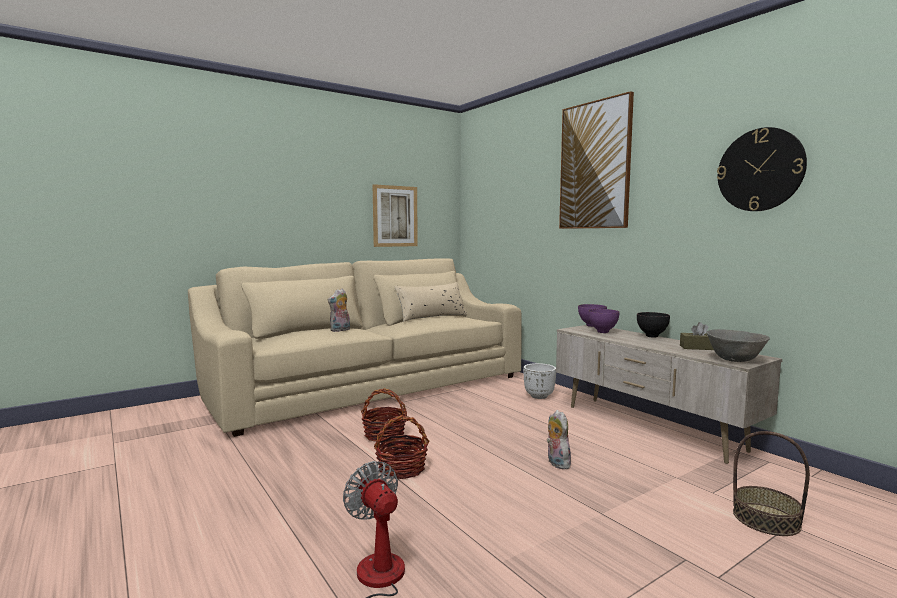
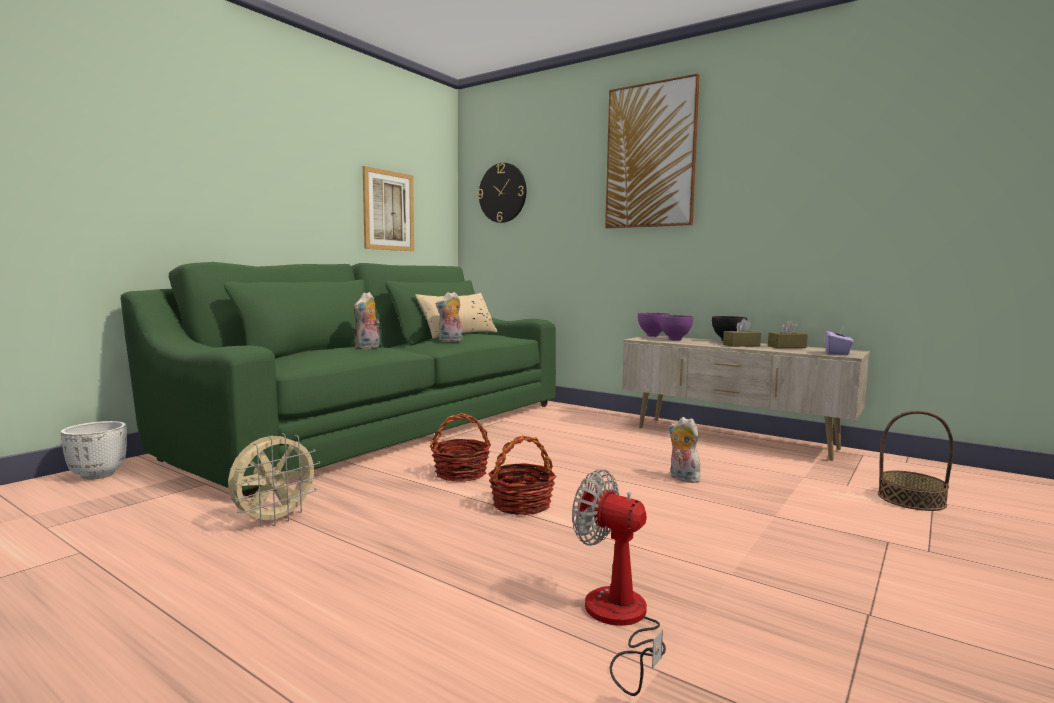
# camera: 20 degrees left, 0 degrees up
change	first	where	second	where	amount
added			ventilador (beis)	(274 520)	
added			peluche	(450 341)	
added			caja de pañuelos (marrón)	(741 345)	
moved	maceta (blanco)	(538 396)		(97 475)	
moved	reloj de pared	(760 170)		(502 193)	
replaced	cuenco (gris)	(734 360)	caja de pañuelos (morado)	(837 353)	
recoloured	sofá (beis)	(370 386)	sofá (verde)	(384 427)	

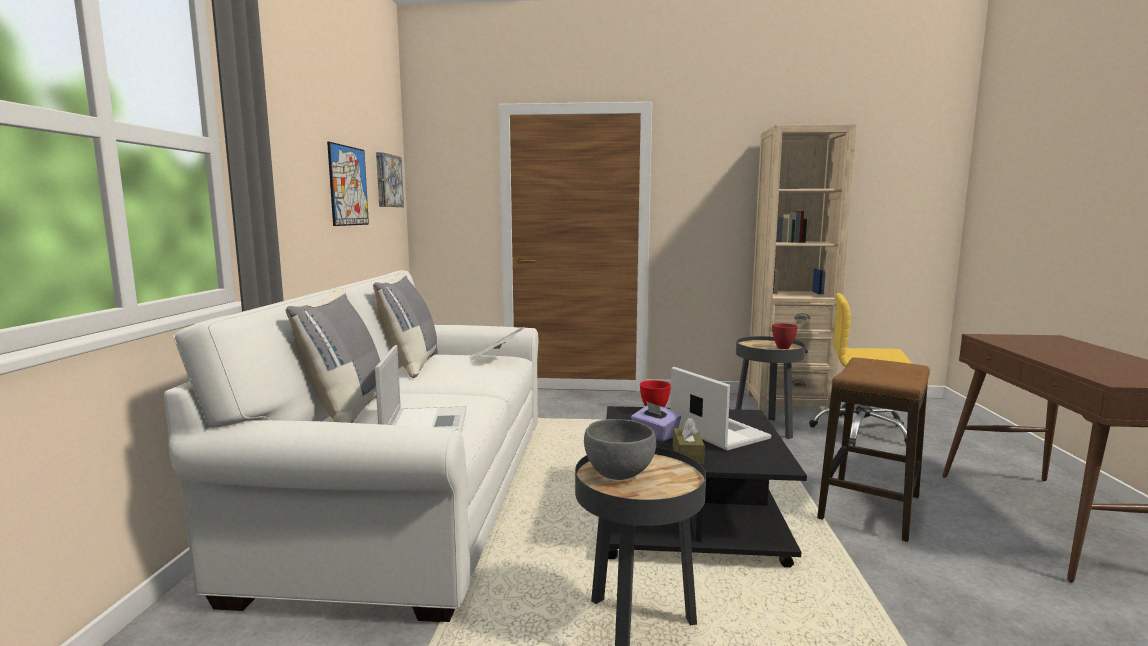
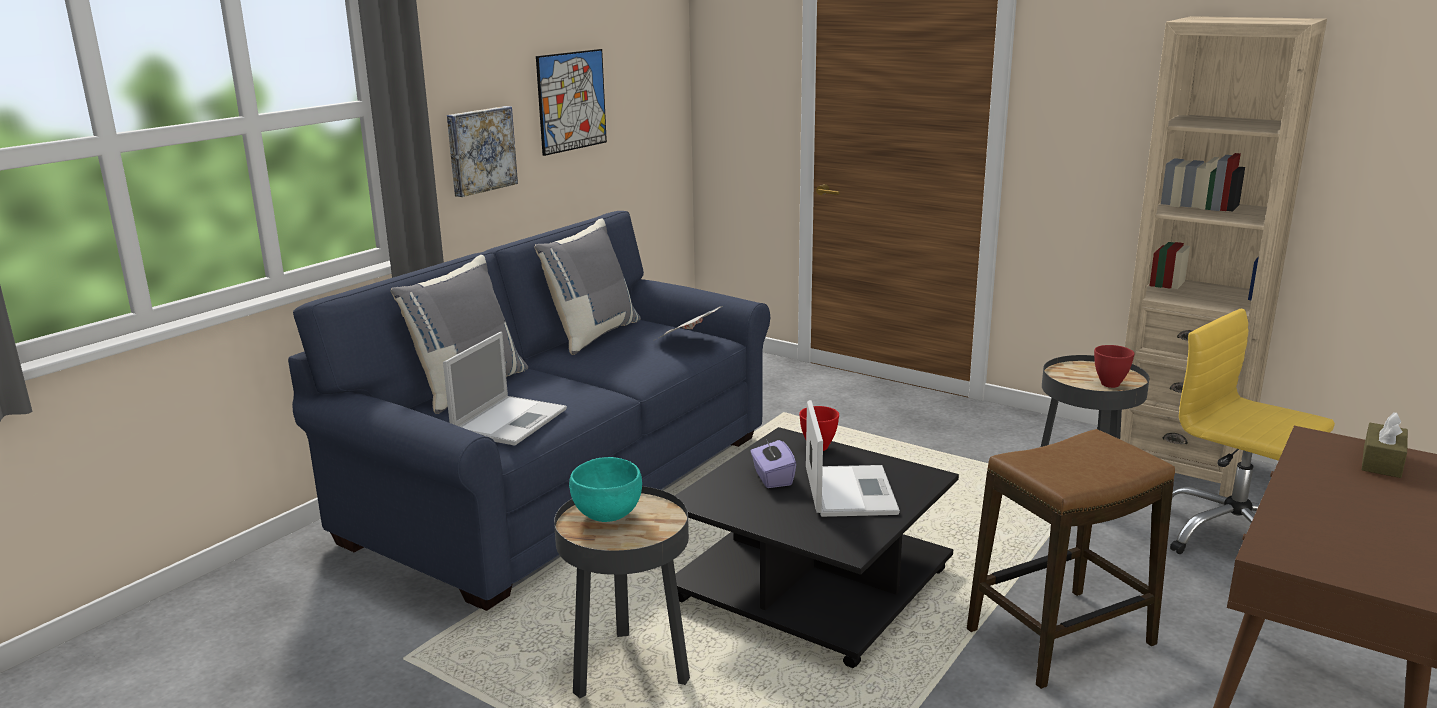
# camera: 30 degrees right, 10 degrees up
change	first	where	second	where	amount
moved	cuadro	(387 181)		(480 150)	
moved	caja de pañuelos (marrón)	(687 455)		(1382 462)	
recoloured	sofá (blanco)	(416 499)	sofá (azul)	(565 486)	
recoloured	cuenco (gris)	(618 474)	cuenco (turquesa)	(607 515)	

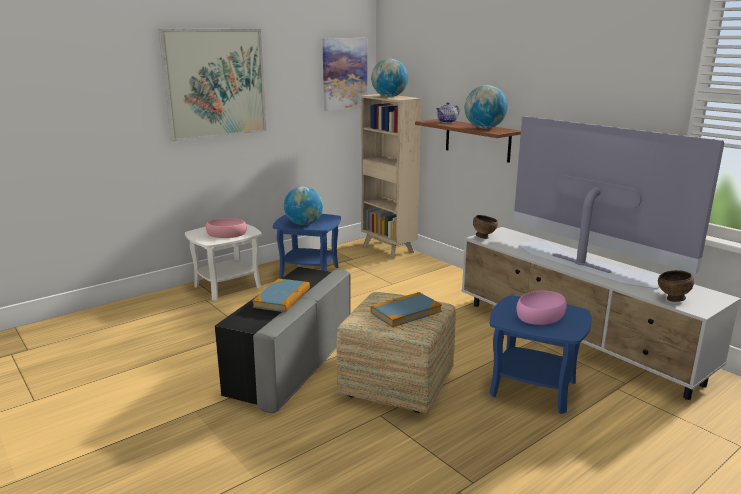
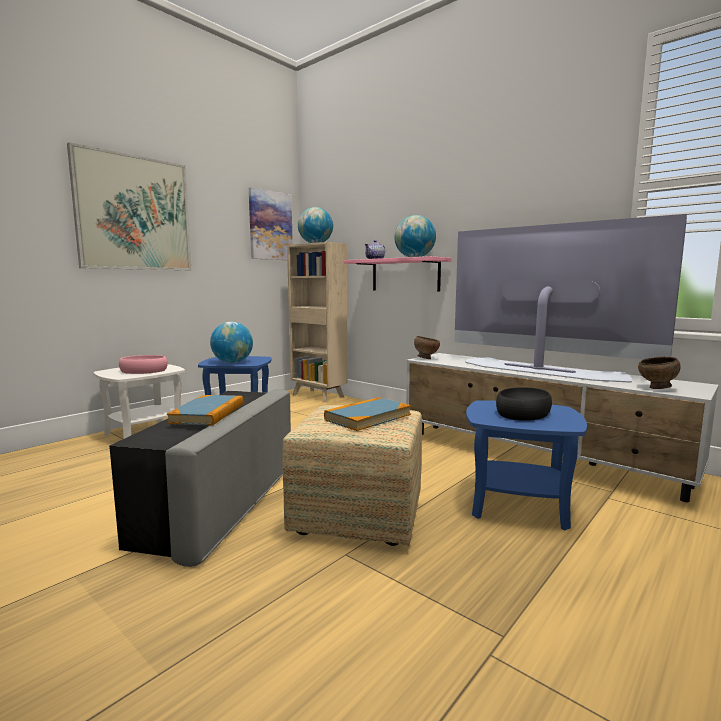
# camera: 10 degrees left, 10 degrees down
change	first	where	second	where	amount
recoloured	estante (marrón)	(477 140)	estante (rosa)	(405 275)	
recoloured	cuenco (rosa)	(540 315)	cuenco (negro)	(523 413)	

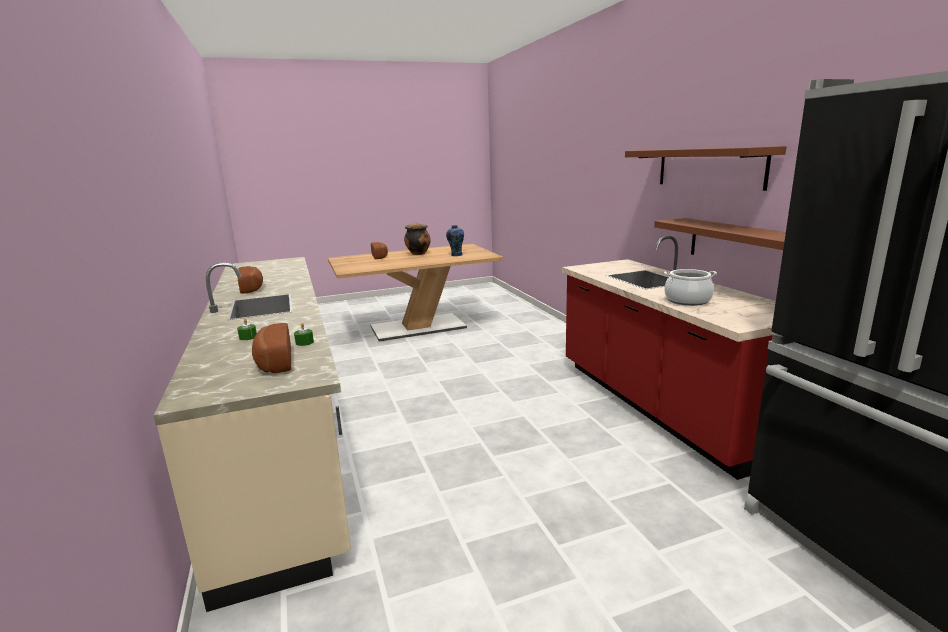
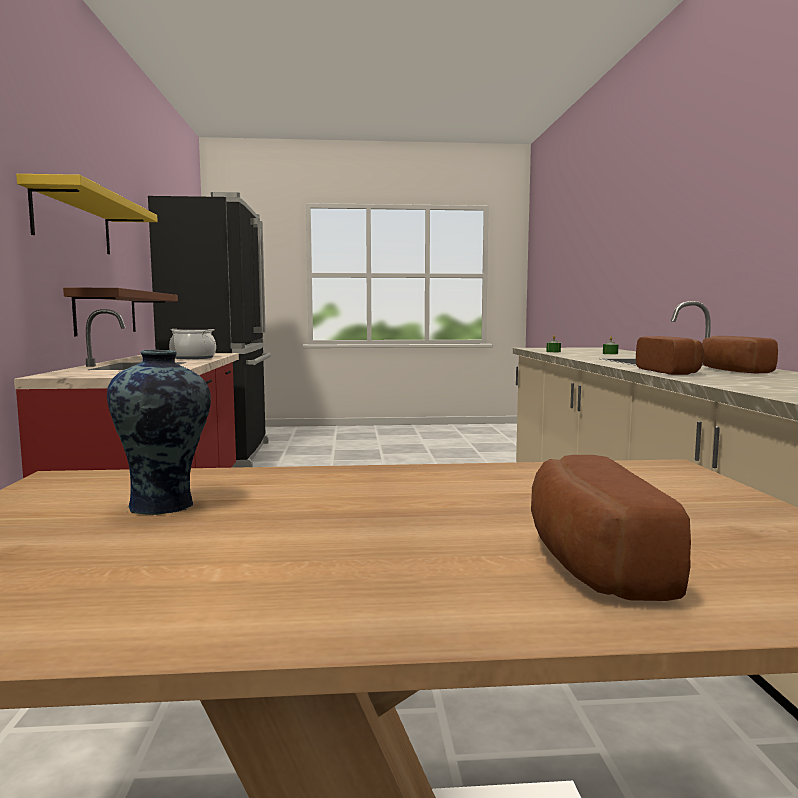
# camera: 165 degrees left, 10 degrees down
change	first	where	second	where	amount
removed	olla	(418 253)			
moved	pan	(273 362)		(671 372)	
recoloured	estante (marrón)	(709 167)	estante (amarillo)	(73 221)	

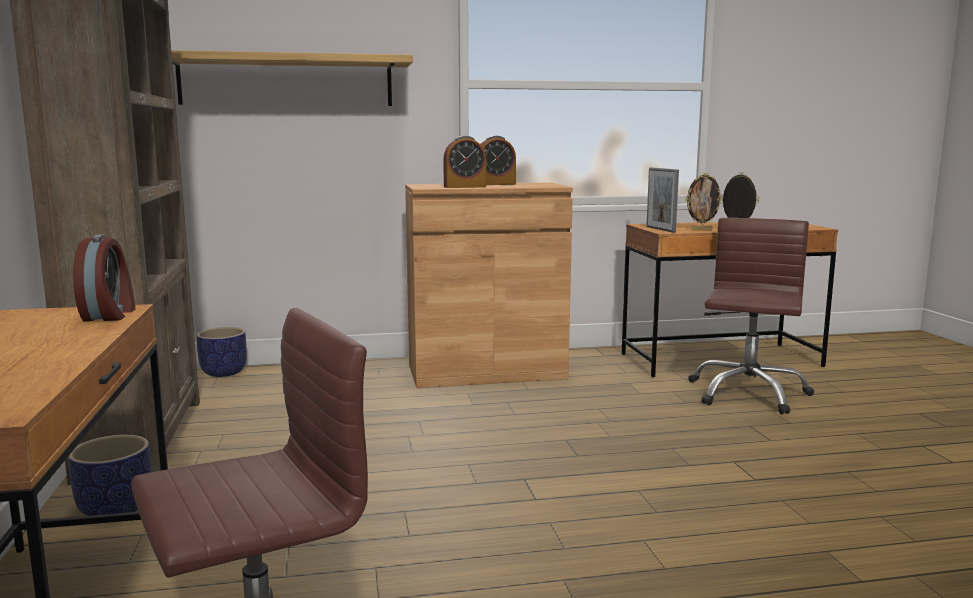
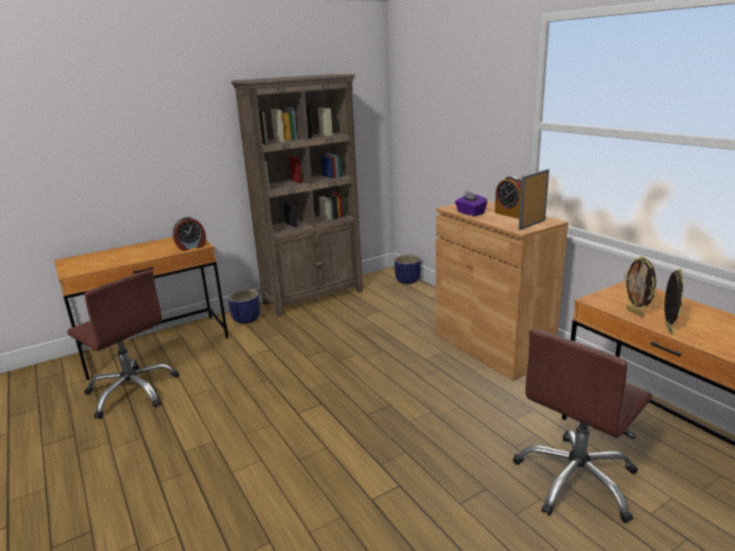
# camera: 70 degrees right, 10 degrees up
change	first	where	second	where	amount
removed	estante	(286 81)			
moved	portarretratos	(660 229)		(532 224)	
replaced	despertador	(464 187)	caja de pañuelos (morado)	(470 213)	
turned	silla de oficina (marrón)	(747 393)		(577 480)	135 degrees clockwise

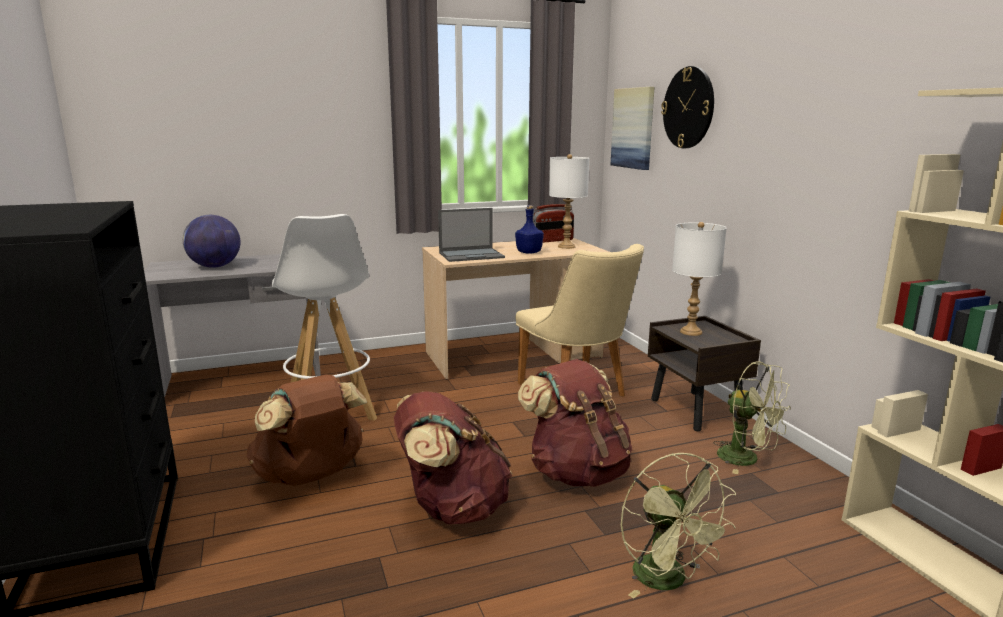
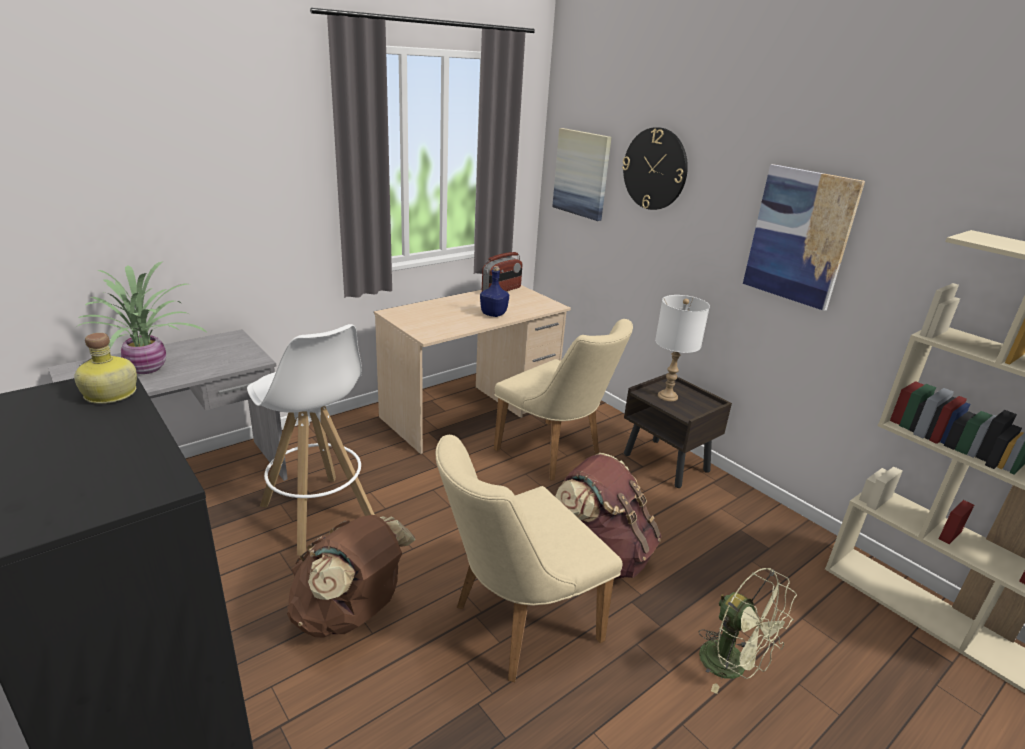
# camera: 20 degrees left, 10 degrees up
change	first	where	second	where	amount
removed	portátil	(472 255)			
removed	lámpara de mesa (blanco)	(566 246)			
removed	ventilador (verde)	(747 459)			
added			botella	(110 394)	
added			cuadro	(799 236)	
replaced	globo terráqueo	(215 266)	planta en maceta	(148 369)	
replaced	mochila (marrón)	(452 508)	silla (beis)	(514 625)	

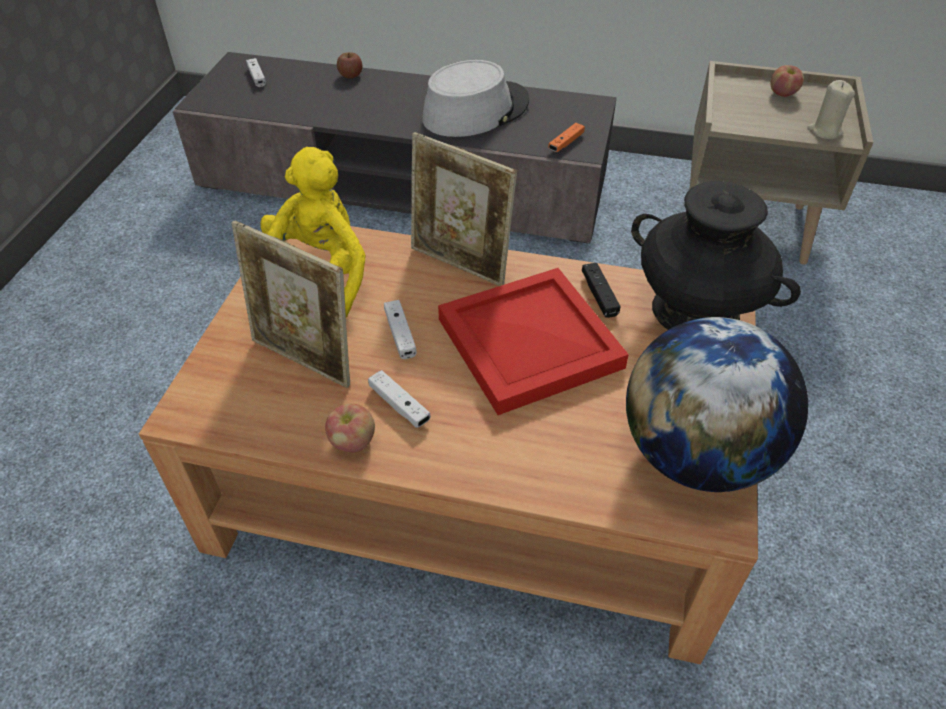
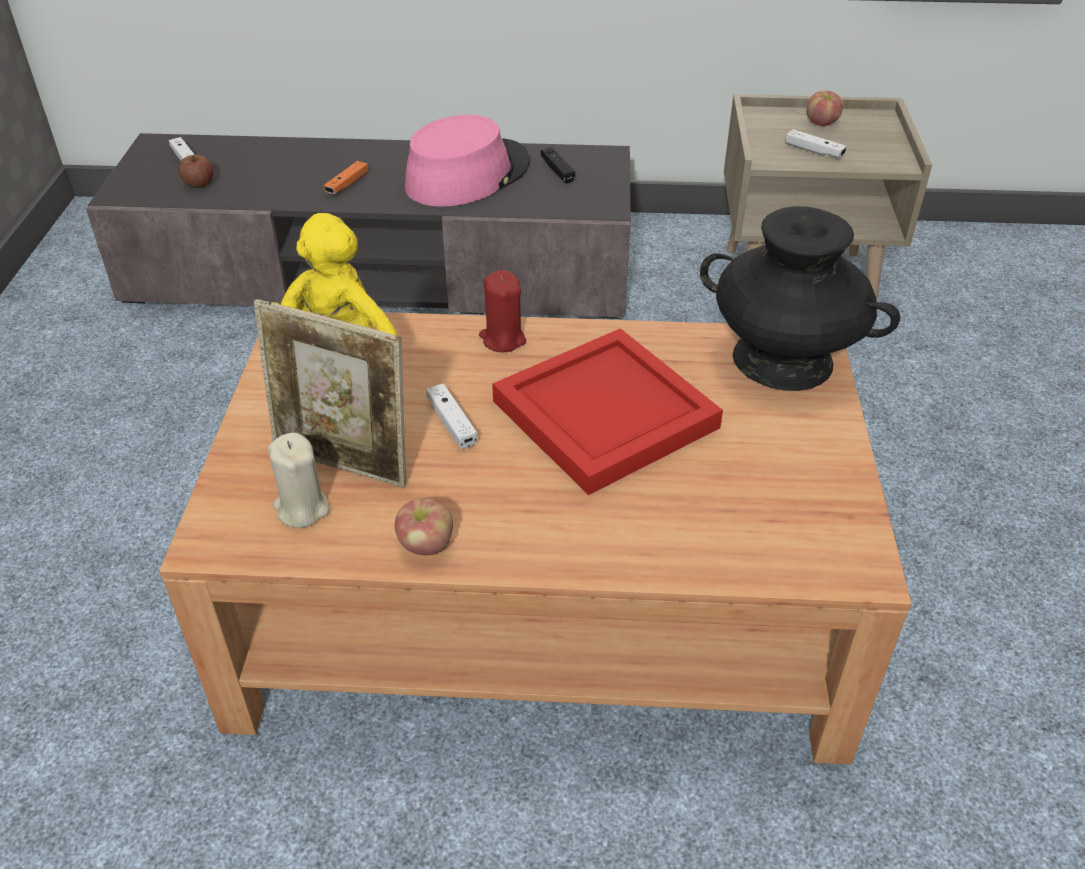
# camera: 10 degrees left, 5 degrees down
change	first	where	second	where	amount
removed	globo terráqueo	(696 455)			
moved	manzana	(350 75)		(199 183)	
moved	mando de consola (blanco)	(399 405)		(814 151)	
moved	mando de consola (naranja)	(566 143)		(347 184)	
moved	mando de consola (negro)	(599 295)		(557 171)	
moved	vela (beis)	(824 131)		(302 508)	
replaced	portarretratos	(460 264)	vela (rojo)	(502 339)	
recoloured	sombrero (gris)	(475 110)	sombrero (rosa)	(467 175)	

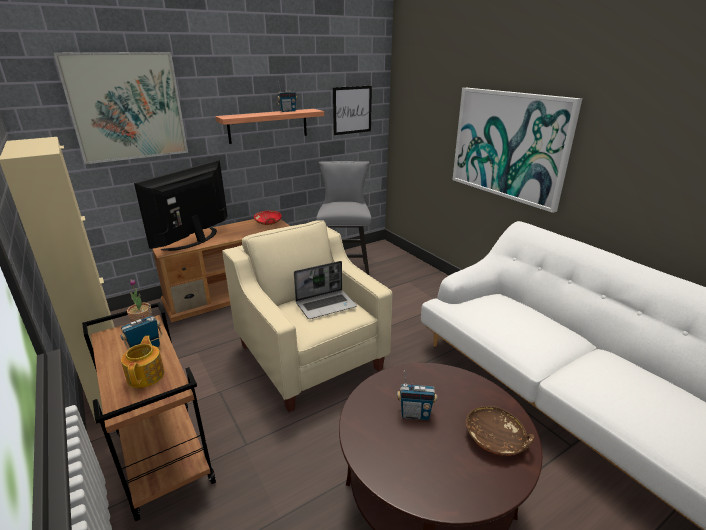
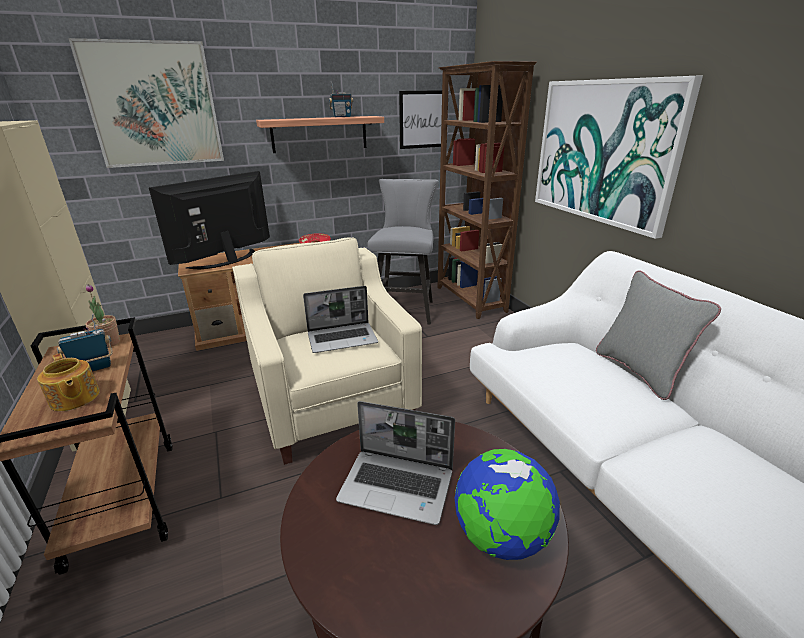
# camera: 10 degrees right, 0 degrees up
change	first	where	second	where	amount
added			estantería (marrón)	(470 300)	
added			cojín (gris)	(639 371)	
replaced	radio	(415 414)	portátil	(398 486)	
replaced	cuenco (marrón)	(496 439)	globo terráqueo	(501 537)	
turned	tetera	(146 375)		(74 398)	135 degrees clockwise

